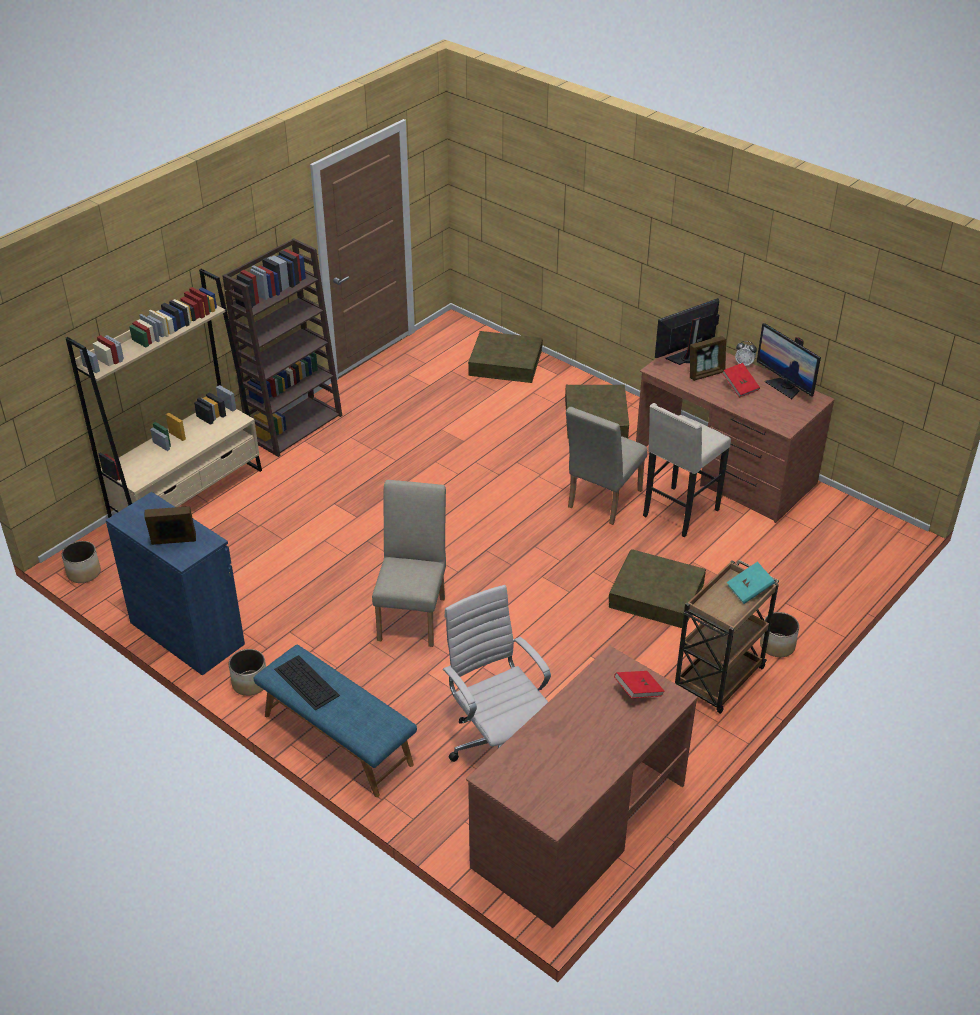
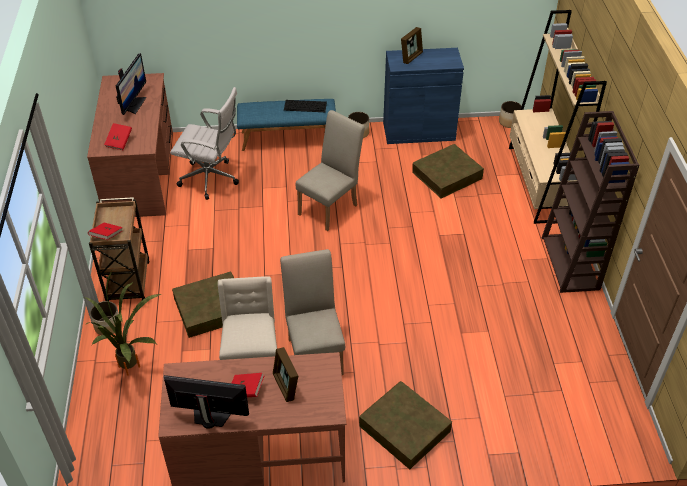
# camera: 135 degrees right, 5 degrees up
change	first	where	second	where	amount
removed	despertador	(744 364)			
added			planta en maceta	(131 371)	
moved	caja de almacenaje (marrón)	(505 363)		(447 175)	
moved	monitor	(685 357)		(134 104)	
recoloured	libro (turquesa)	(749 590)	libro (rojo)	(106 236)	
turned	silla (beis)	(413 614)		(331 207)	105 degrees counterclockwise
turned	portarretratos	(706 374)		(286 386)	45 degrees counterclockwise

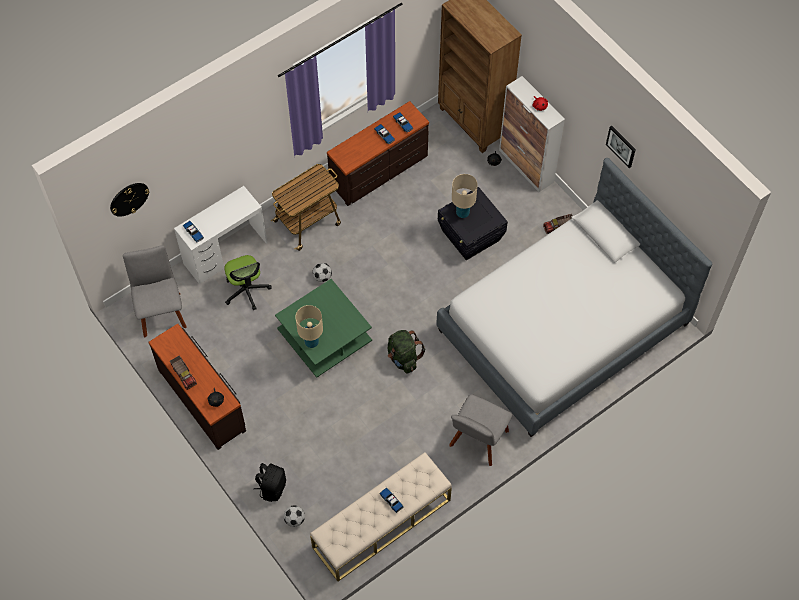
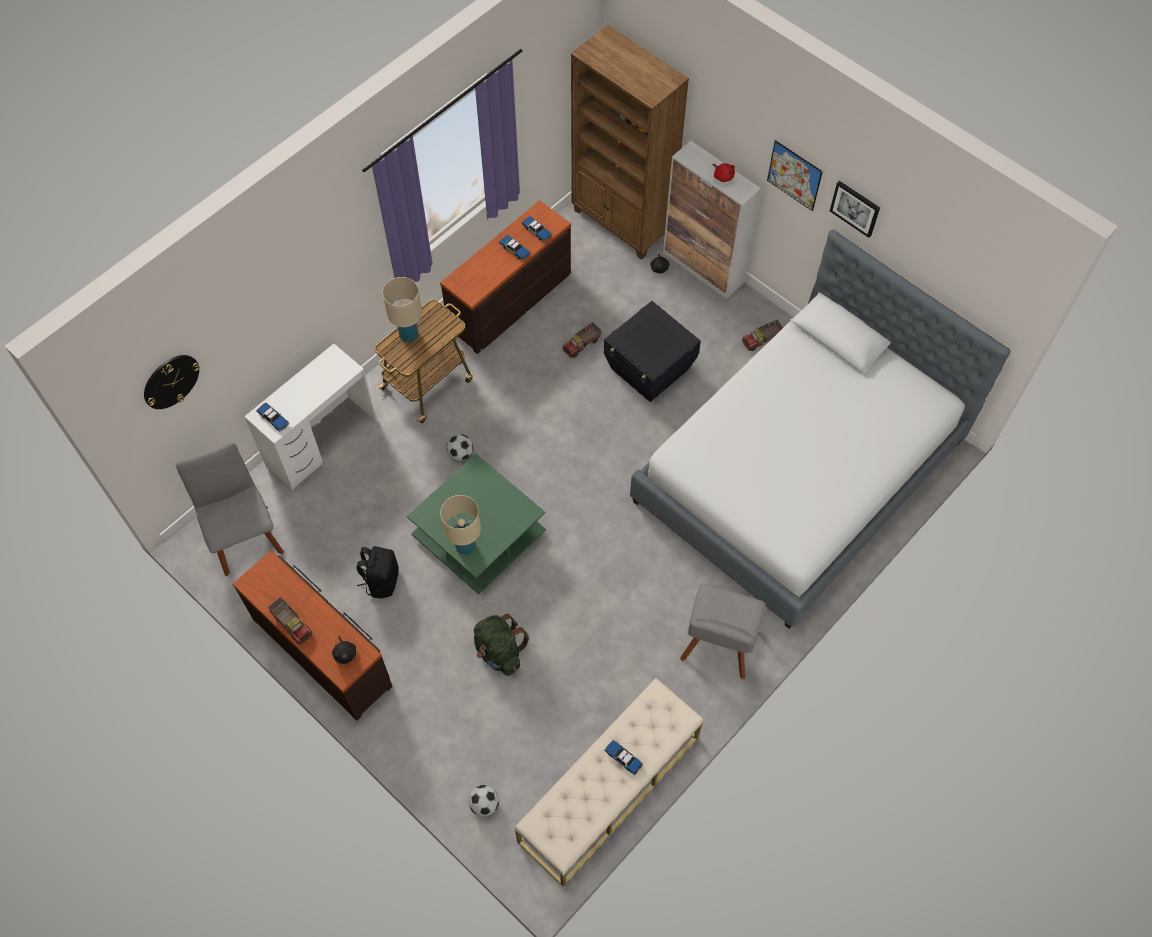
# camera: 10 degrees left, 0 degrees up
change	first	where	second	where	amount
removed	silla de oficina	(246 290)			
added			camión de juguete	(582 345)	
added			cuadro	(794 175)	
moved	mochila (negro)	(272 488)		(381 580)	
moved	mochila (verde)	(403 358)		(499 652)	
moved	lámpara de mesa (beis)	(462 213)		(408 335)	

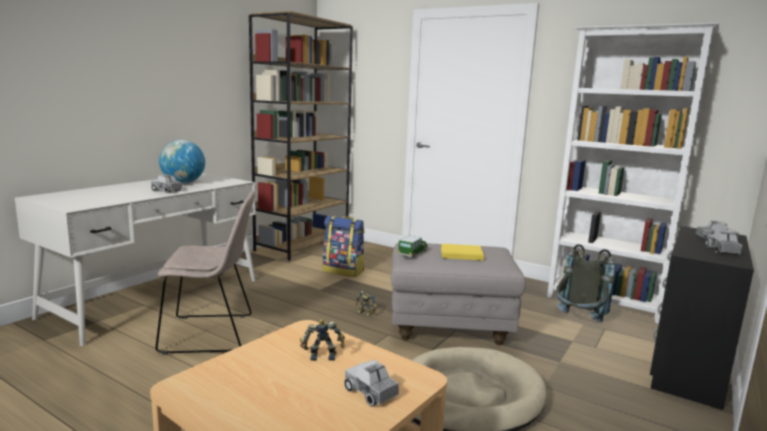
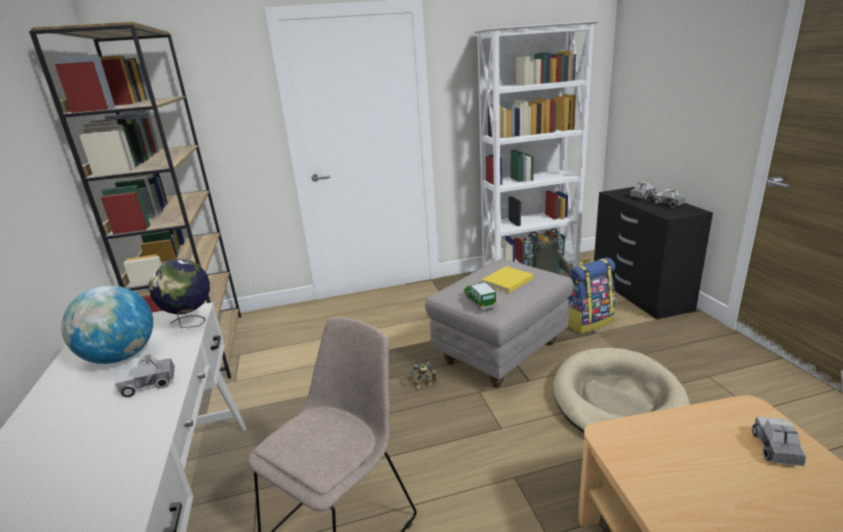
# camera: 45 degrees left, 10 degrees up
change	first	where	second	where	amount
removed	robot de juguete	(322 355)			
added			globo terráqueo	(191 323)	
moved	mochila	(344 271)		(587 322)	
turned	camión de juguete	(371 393)		(776 449)	105 degrees clockwise

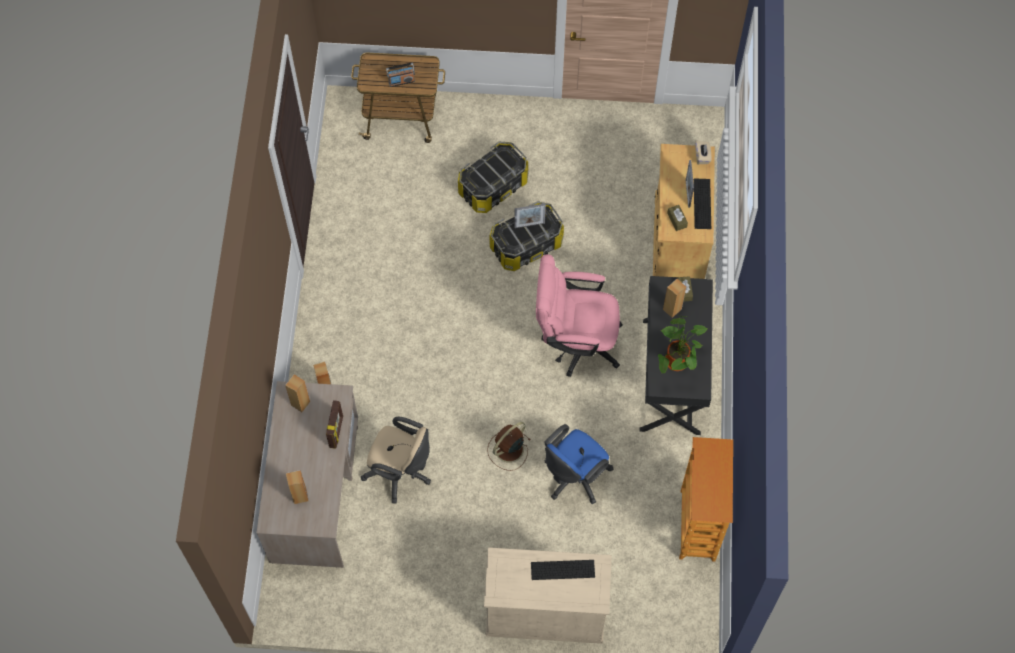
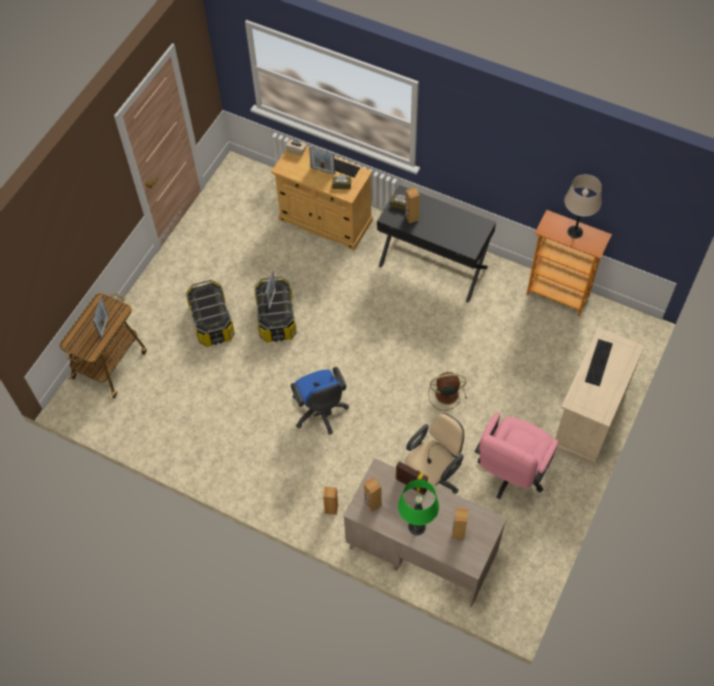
# camera: 65 degrees left, 5 degrees down
change	first	where	second	where	amount
removed	planta en maceta	(677 364)			
added			lámpara de mesa (verde)	(417 527)	
added			lámpara de mesa (beis)	(575 232)	
moved	silla de oficina (rosa)	(575 341)		(510 473)	
moved	silla de oficina (azul)	(574 477)		(320 413)	
replaced	radio	(401 81)	portarretratos	(104 327)	
turned	ventilador (marrón)	(508 450)		(445 394)	105 degrees clockwise

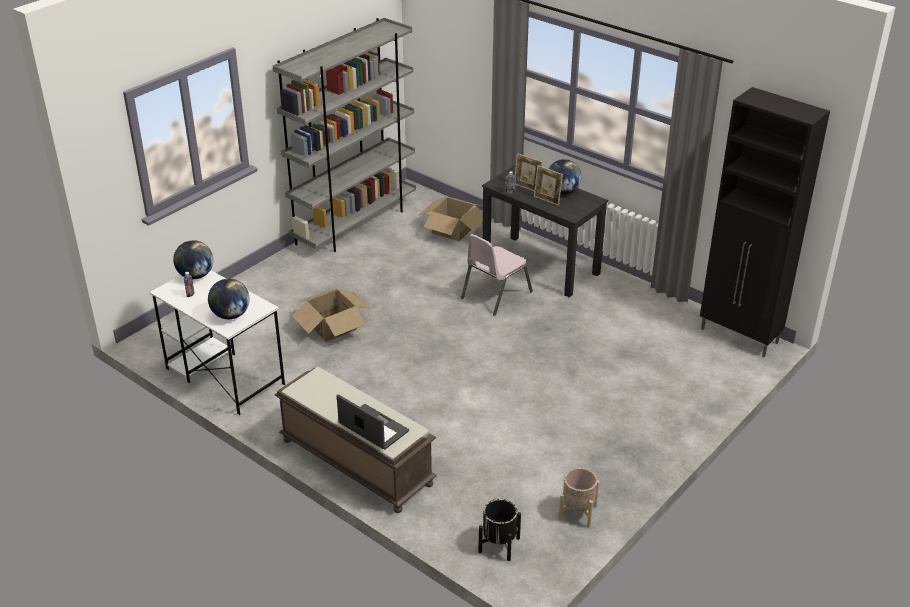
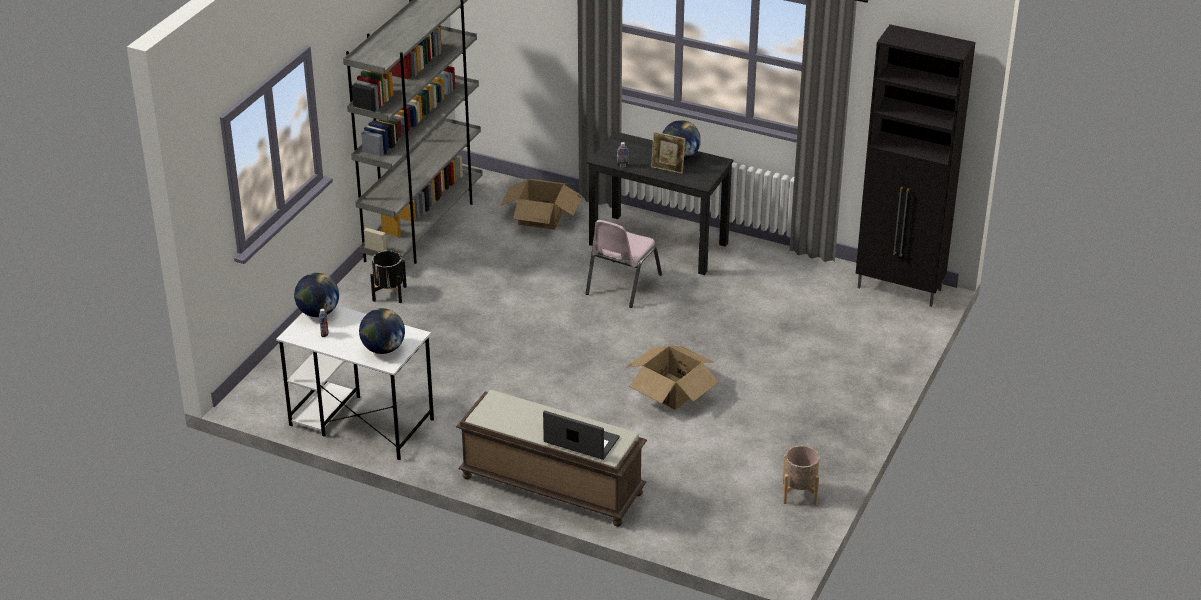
# camera: 15 degrees left, 0 degrees up
change	first	where	second	where	amount
removed	portarretratos	(527 188)			
moved	caja de cartón	(332 326)		(671 391)	
moved	maceta (negro)	(499 545)		(389 293)	

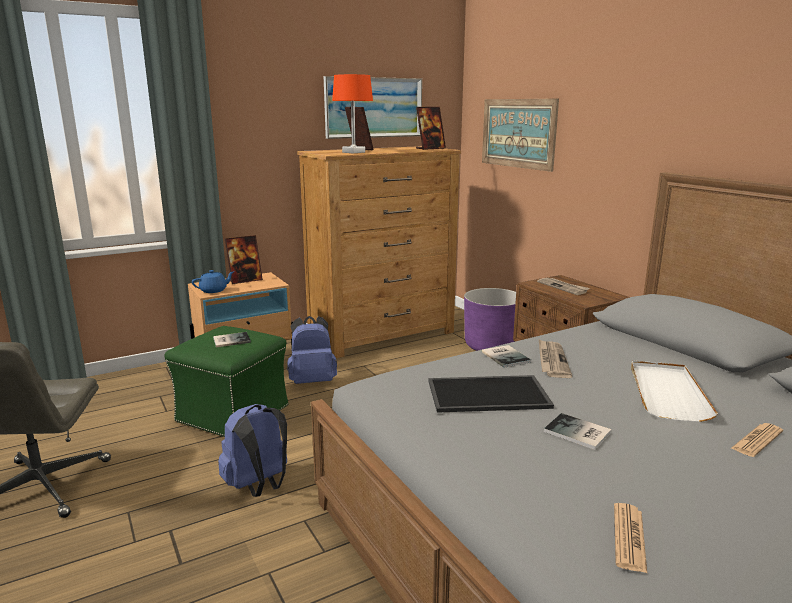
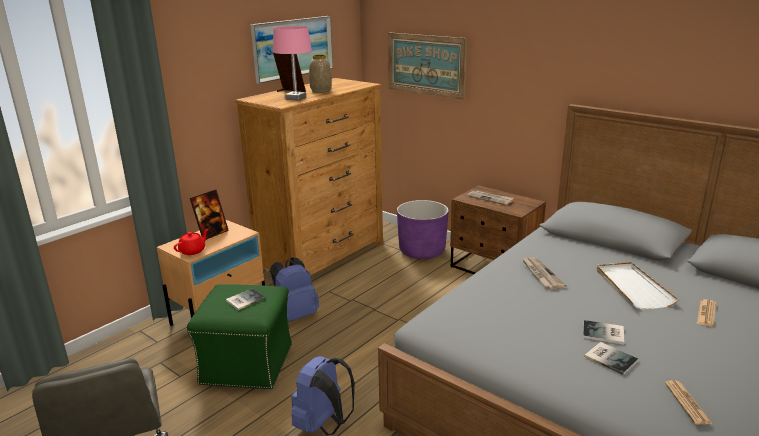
# camera: 20 degrees left, 5 degrees up
change	first	where	second	where	amount
removed	portarretratos	(430 148)			
removed	bandeja	(488 393)			
added			florero	(321 91)	
moved	libro	(506 356)		(610 357)	
recoloured	tetera (azul)	(214 290)	tetera (rojo)	(193 251)	
recoloured	lámpara de mesa (naranja)	(353 152)	lámpara de mesa (rosa)	(296 98)	

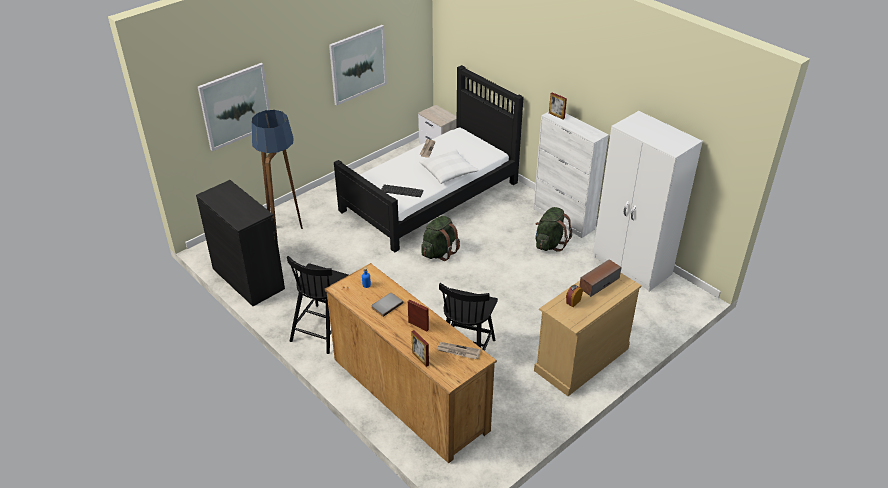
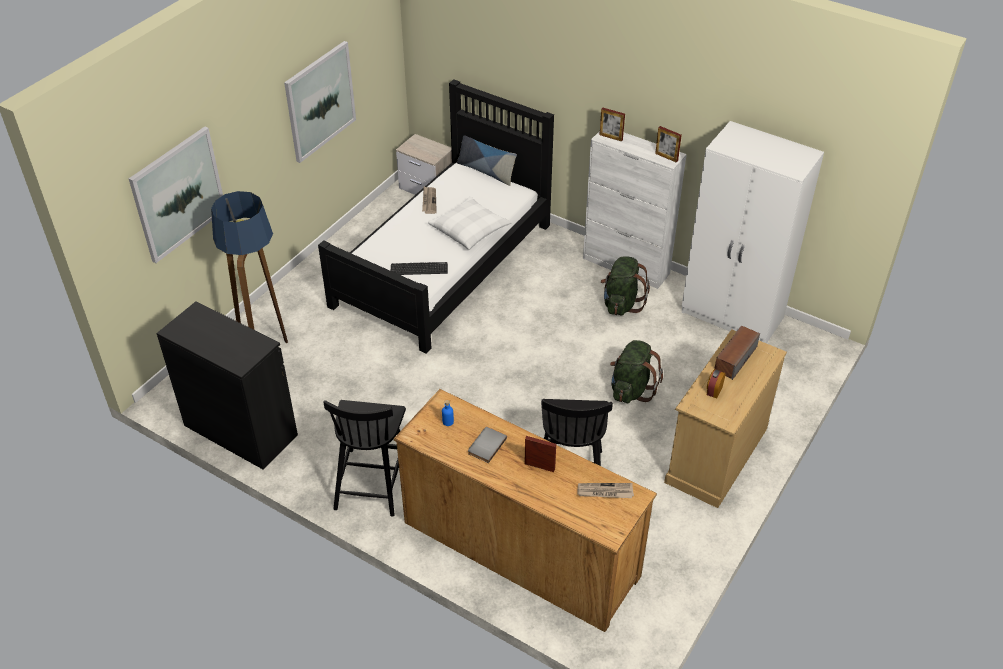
# camera: 15 degrees left, 5 degrees up
change	first	where	second	where	amount
added			cojín	(486 171)	
moved	portarretratos	(420 359)		(666 157)	
moved	mochila (verde)	(439 252)		(631 389)	

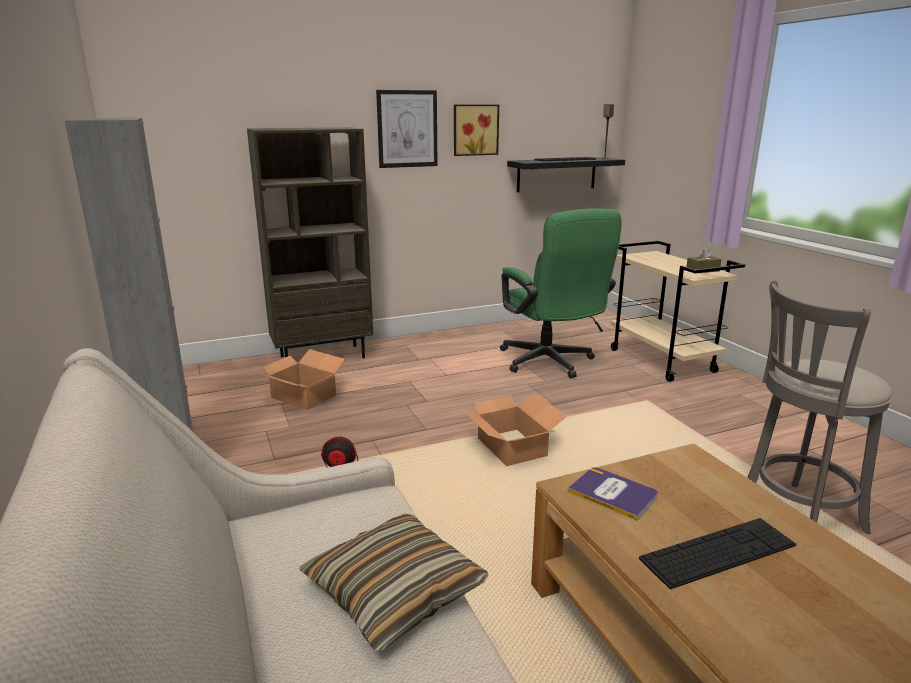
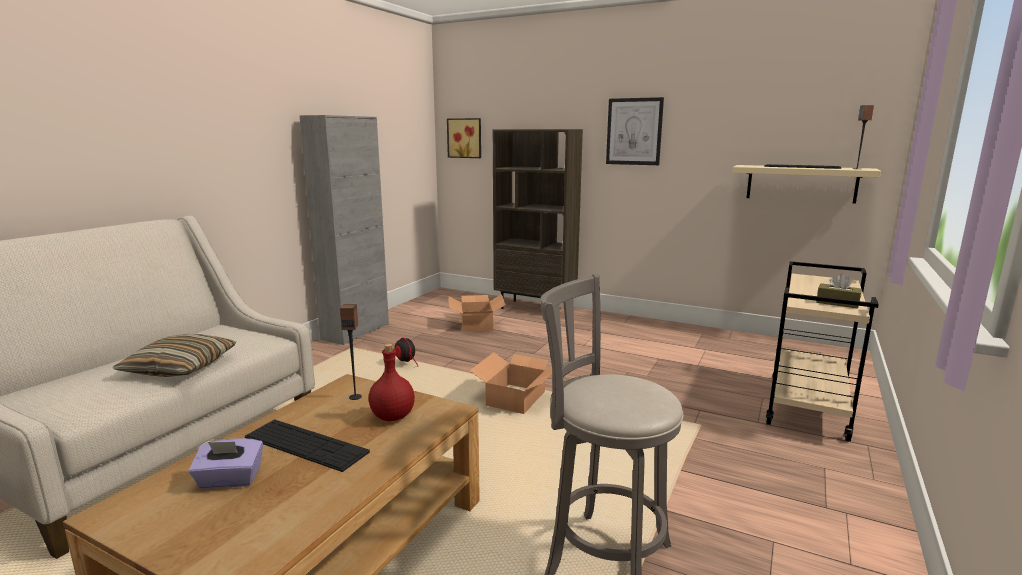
# camera: 50 degrees right, 5 degrees down
change	first	where	second	where	amount
removed	silla de oficina (verde)	(550 363)			
added			caja de pañuelos (morado)	(230 480)	
added			botella (rojo)	(393 417)	
moved	cuadro	(475 130)		(465 138)	
replaced	libro	(613 493)	altavoz	(355 397)	
recoloured	estante (negro)	(556 174)	estante (beis)	(801 183)	

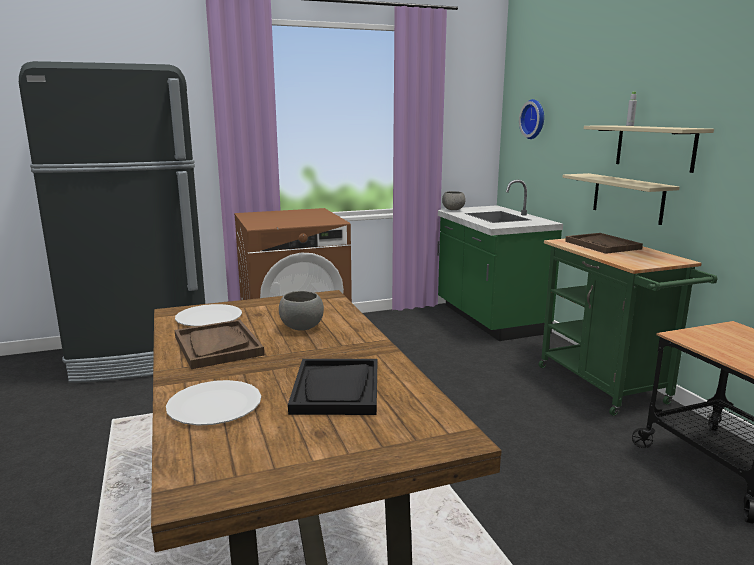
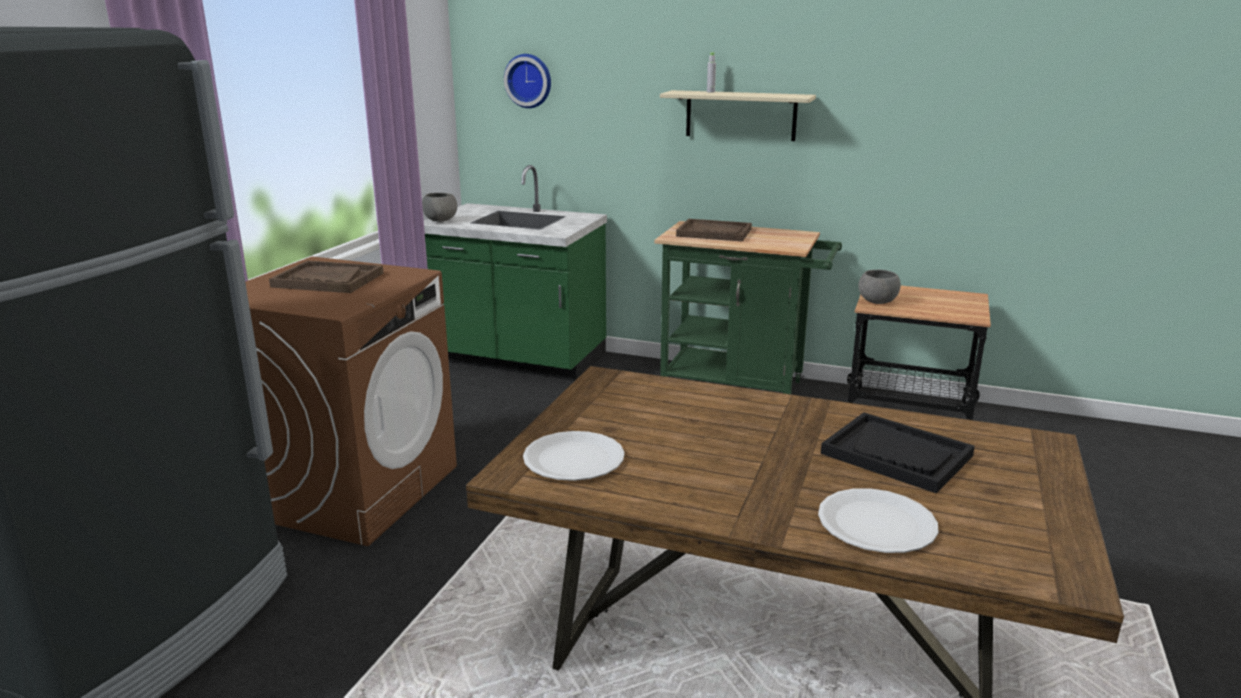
# camera: 50 degrees left, 5 degrees up
change	first	where	second	where	amount
removed	estante (beis)	(627 198)			
moved	bandeja (marrón)	(217 346)		(327 280)	
moved	cuenco (gris)	(301 328)		(878 302)	

